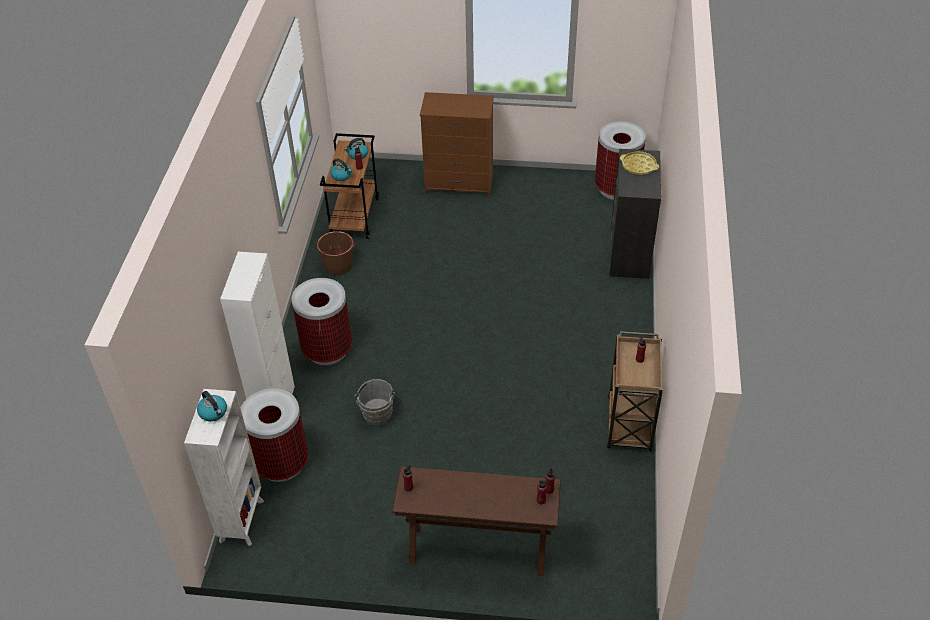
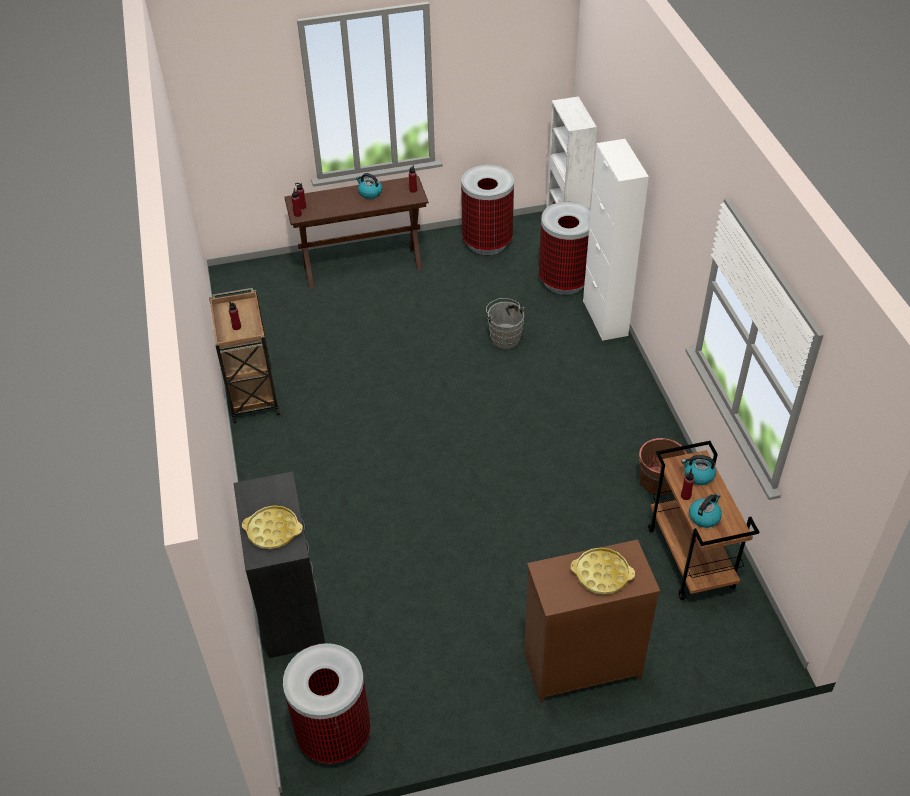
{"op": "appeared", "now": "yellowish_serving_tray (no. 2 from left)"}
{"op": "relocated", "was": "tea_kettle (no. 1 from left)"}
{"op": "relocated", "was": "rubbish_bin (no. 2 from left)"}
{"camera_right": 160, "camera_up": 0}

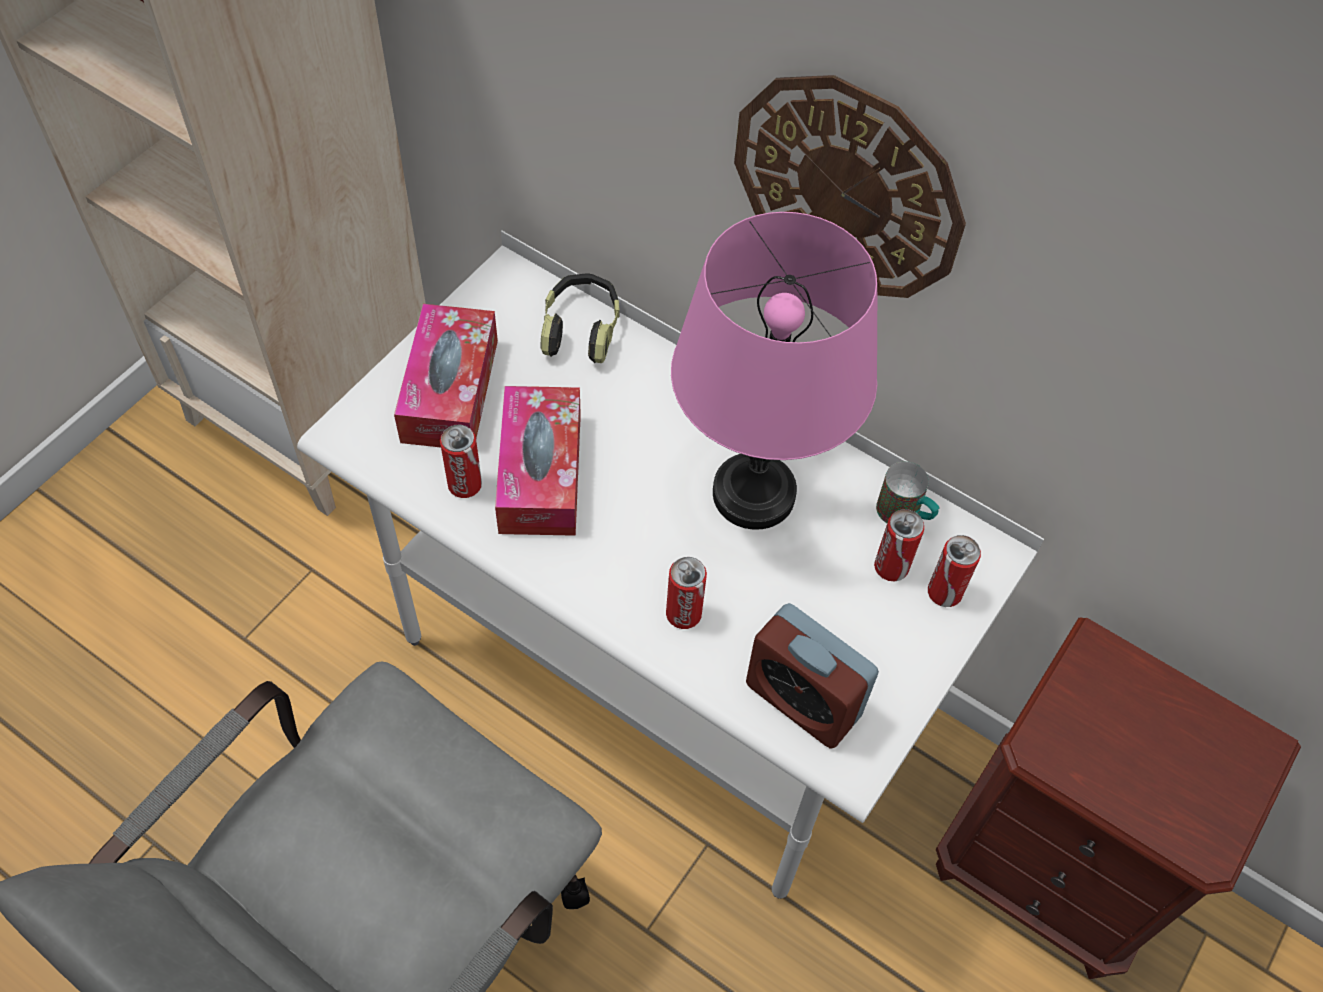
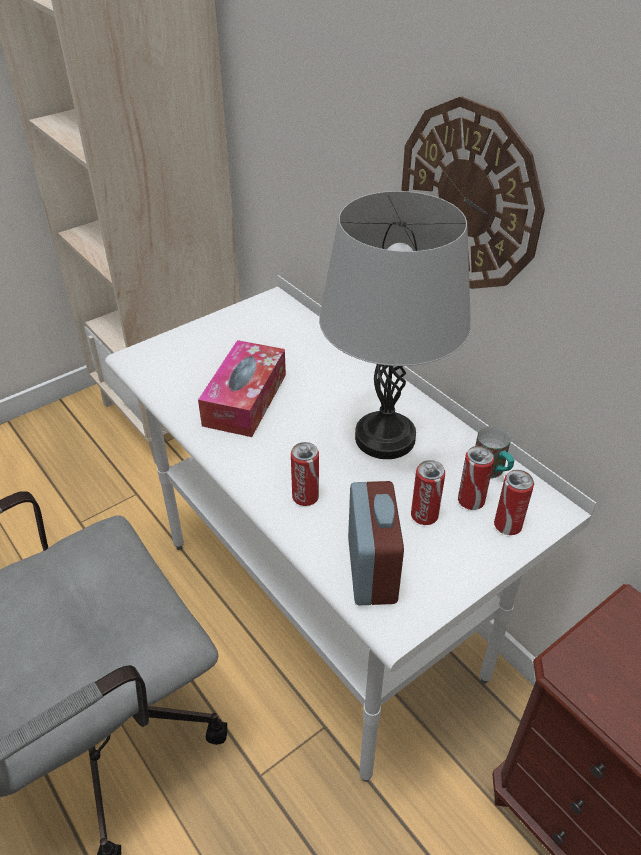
{"op": "missing", "was": "tissue_holder (no. 1 from left)"}
{"op": "missing", "was": "headset"}
{"op": "relocated", "was": "sealed_can (no. 1 from left in the first image)", "now": "sealed_can (no. 2 from left)"}
{"op": "colour", "was": "pink-coloured_lamp_for_a_table", "now": "greyish_lamp_for_a_table"}
{"op": "spun", "was": "table_clock", "clockwise": -150}
{"camera_right": 20, "camera_up": -15}

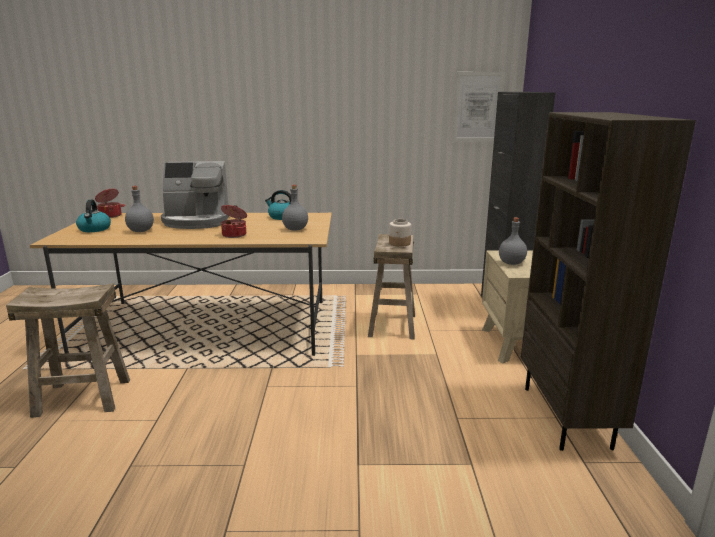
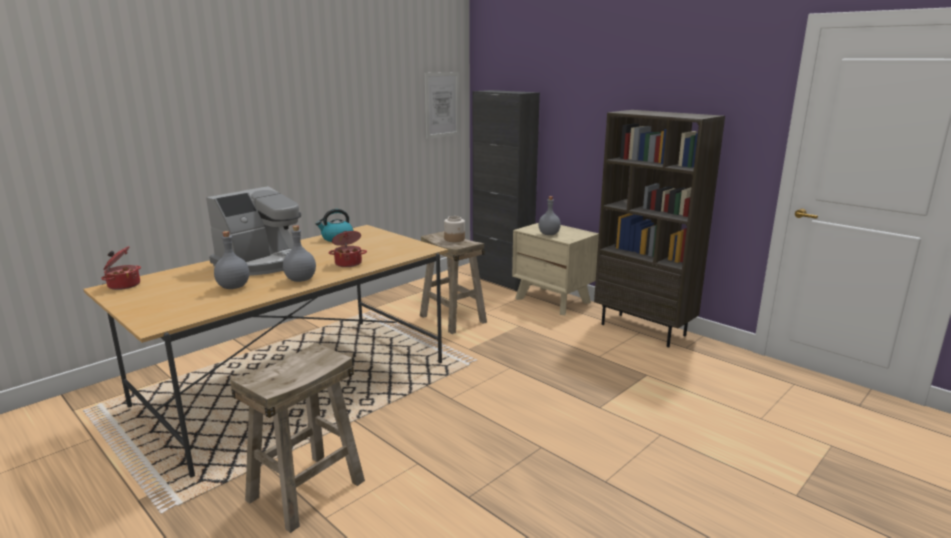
{"op": "missing", "was": "tea_kettle (no. 1 from left)"}
{"op": "relocated", "was": "greyish_drink_bottle (no. 2 from left)"}
{"camera_right": -45, "camera_up": 0}

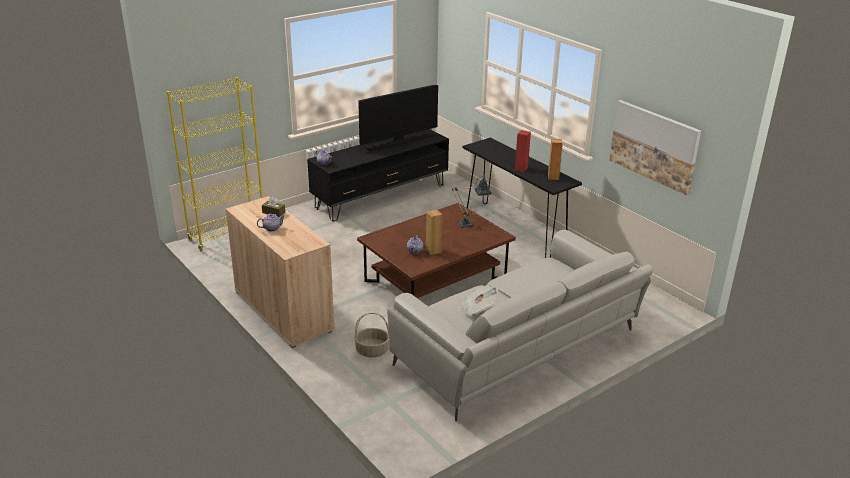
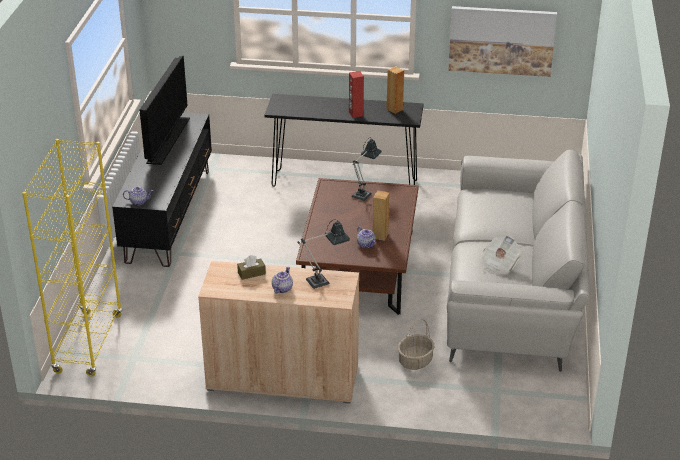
{"op": "appeared", "now": "lamp_for_a_table (no. 1 from left)"}
{"camera_right": -45, "camera_up": 5}

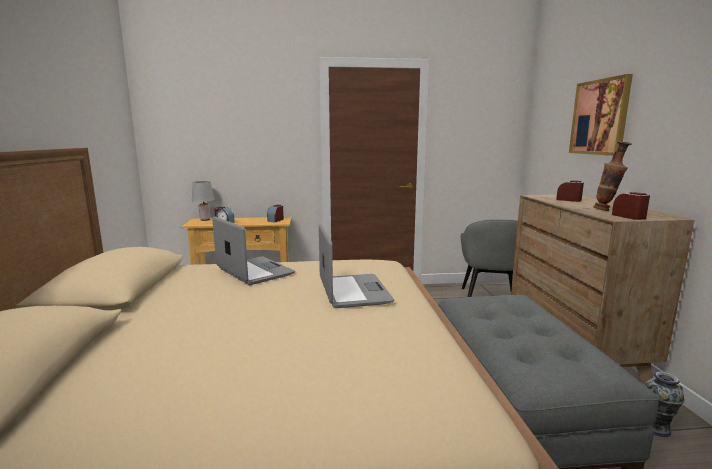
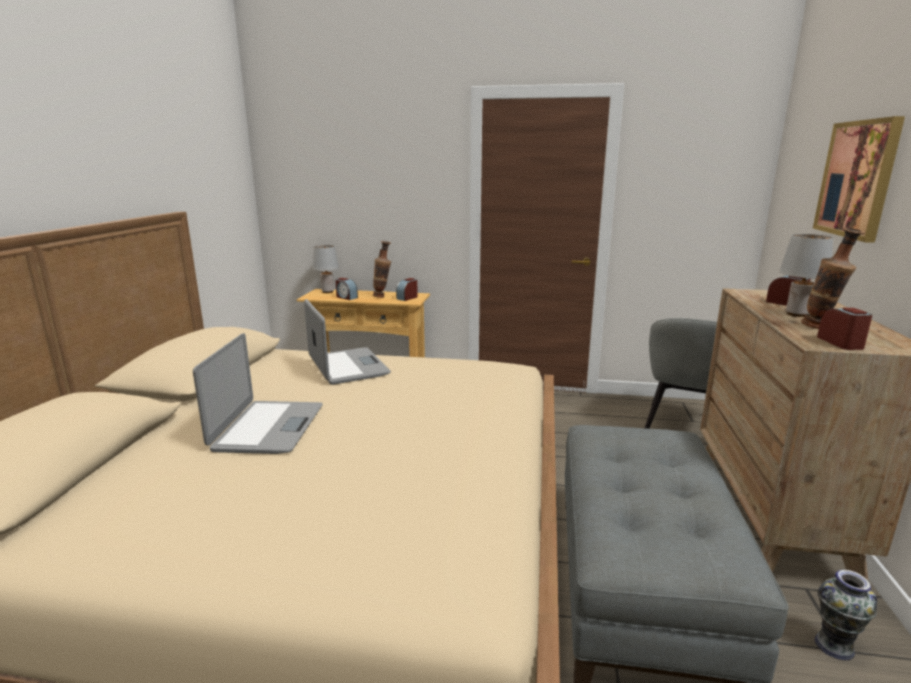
{"op": "appeared", "now": "flower_vase (no. 1 from left)"}
{"op": "appeared", "now": "greyish_lamp_for_a_table (no. 2 from left)"}
{"op": "relocated", "was": "portable_computer (no. 2 from left in the first image)", "now": "portable_computer (no. 1 from left)"}
{"camera_right": 15, "camera_up": 5}

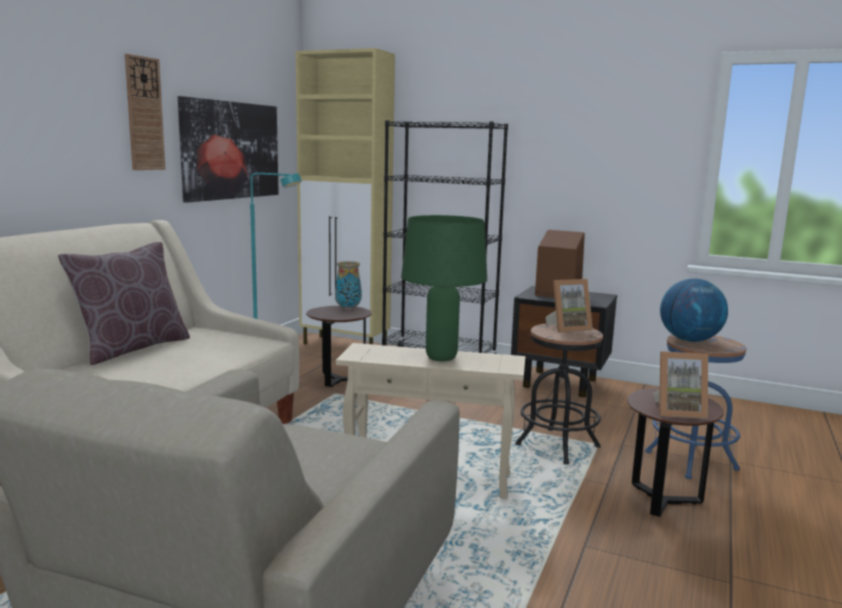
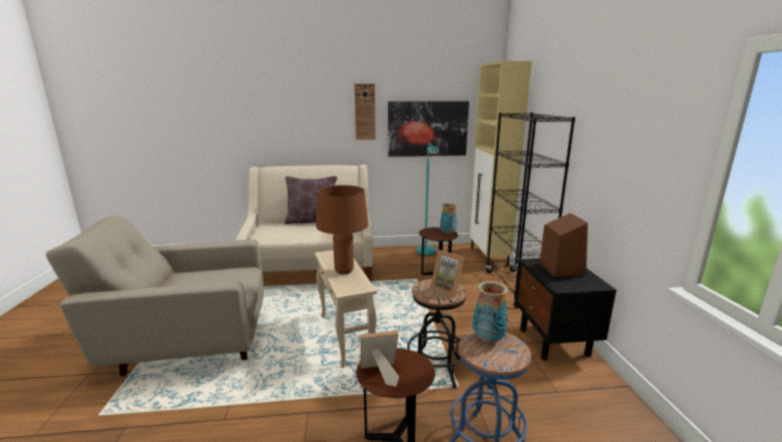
{"op": "exchanged", "was": "world_globe", "now": "flower_vase (no. 2 from left)"}
{"op": "colour", "was": "green-coloured_lamp_for_a_table", "now": "brown_lamp_for_a_table"}
{"op": "spun", "was": "standing_frame (no. 2 from left in the first image)", "clockwise": 105}
{"camera_right": 60, "camera_up": 5}

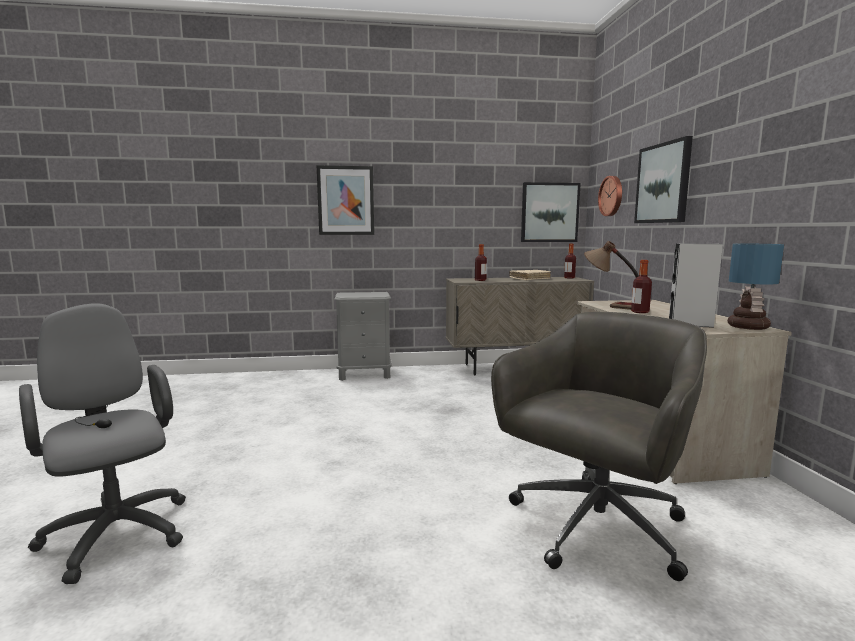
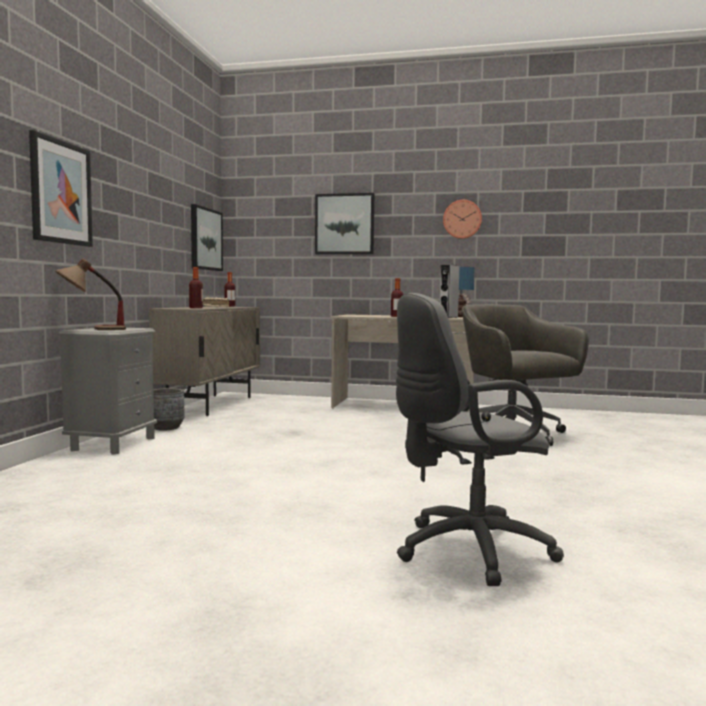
{"op": "appeared", "now": "greyish_flower_pot"}
{"op": "relocated", "was": "lamp_for_a_table (no. 1 from left)"}
{"op": "relocated", "was": "clock_on_the_wall"}
{"camera_right": -70, "camera_up": -5}

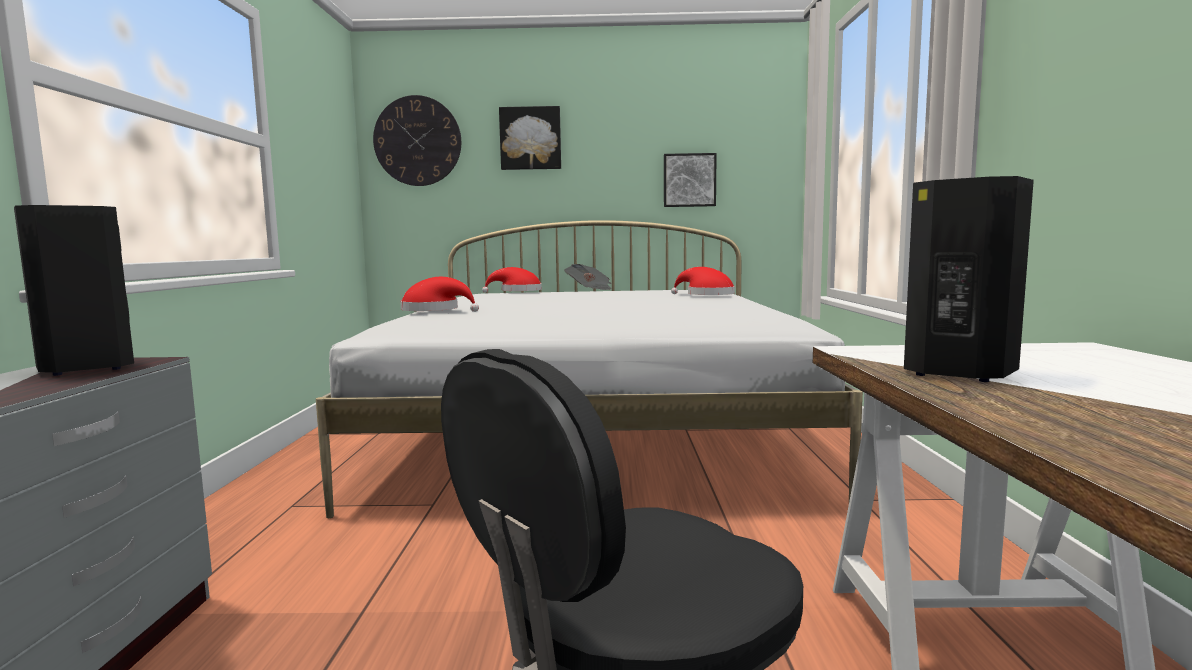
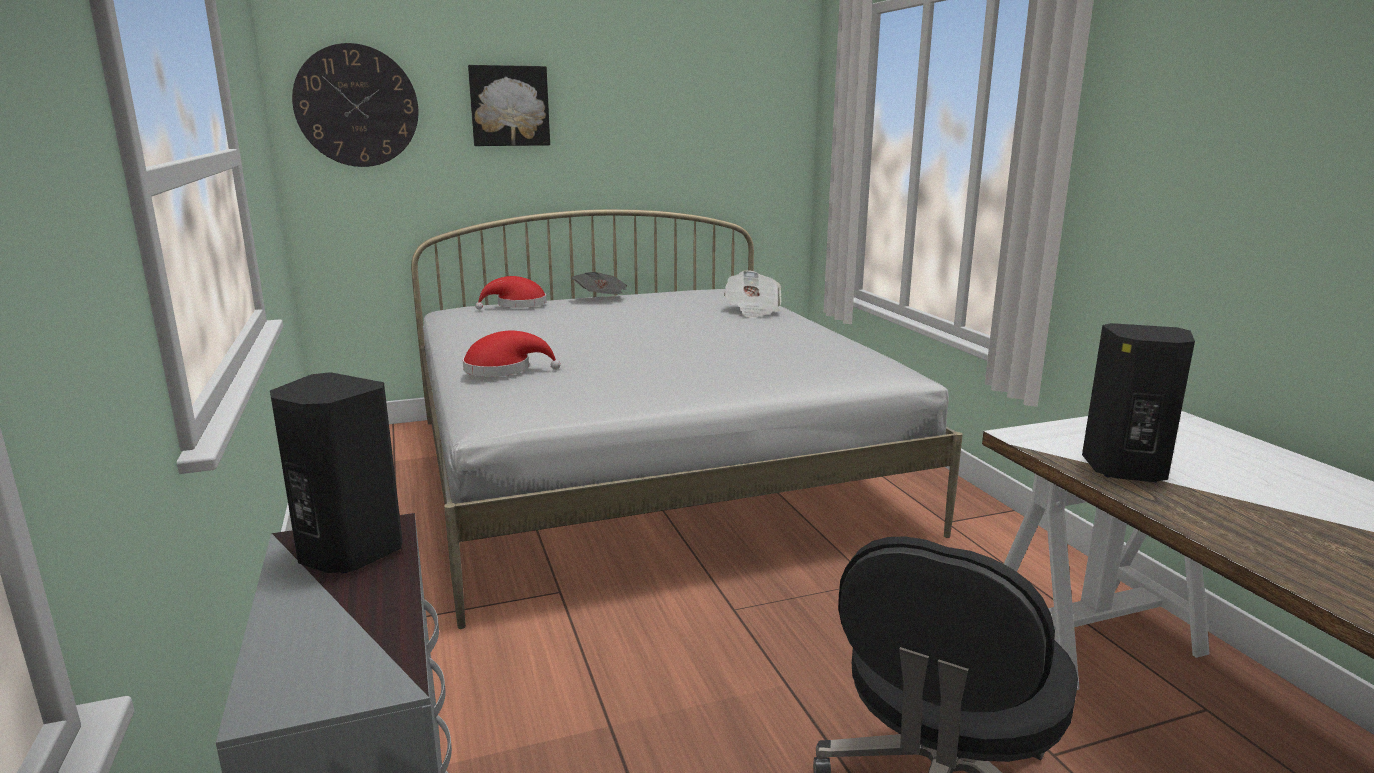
{"op": "missing", "was": "wall_picture (no. 2 from left)"}
{"op": "exchanged", "was": "red-coloured_hat (no. 3 from left)", "now": "daily_paper (no. 2 from left)"}
{"camera_right": -20, "camera_up": 10}

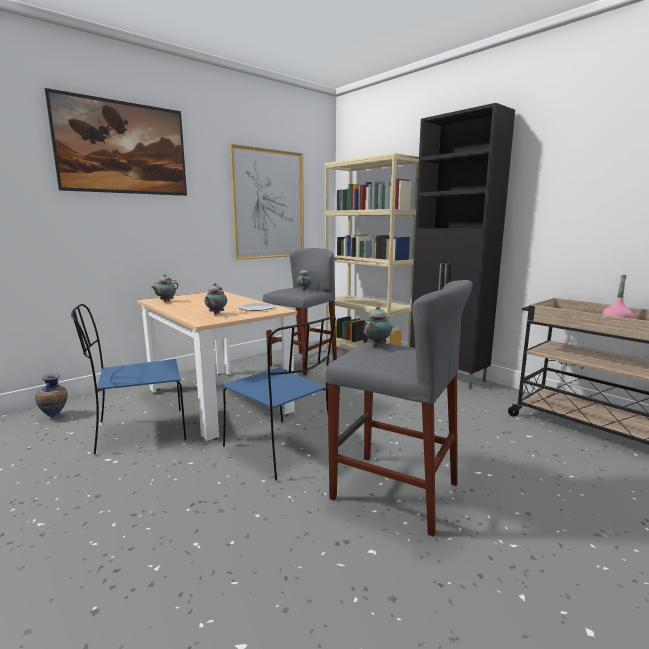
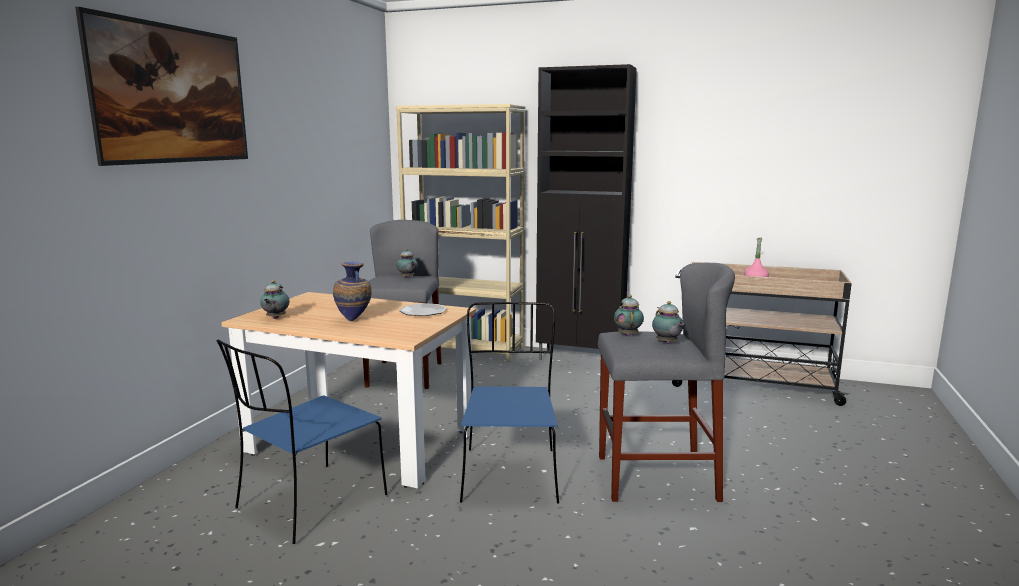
{"op": "missing", "was": "wall_picture (no. 2 from left)"}
{"op": "relocated", "was": "flower_vase"}
{"op": "relocated", "was": "tea_pot (no. 2 from left in the first image)", "now": "tea_pot (no. 4 from left)"}
{"op": "spun", "was": "blue-coloured_upright_chair (no. 2 from left)", "clockwise": -105}
{"camera_right": -30, "camera_up": 0}

